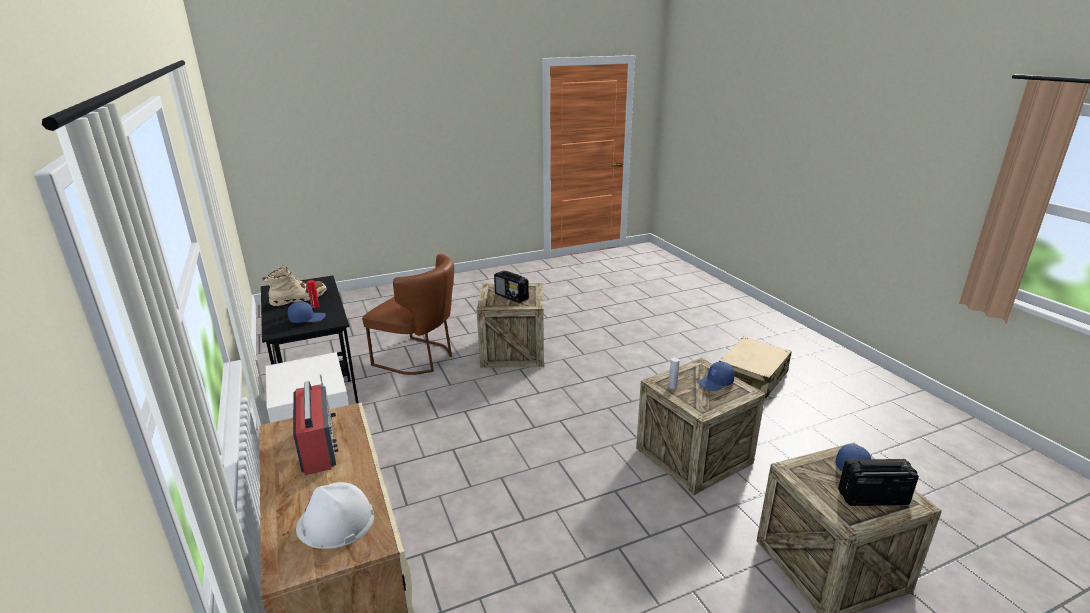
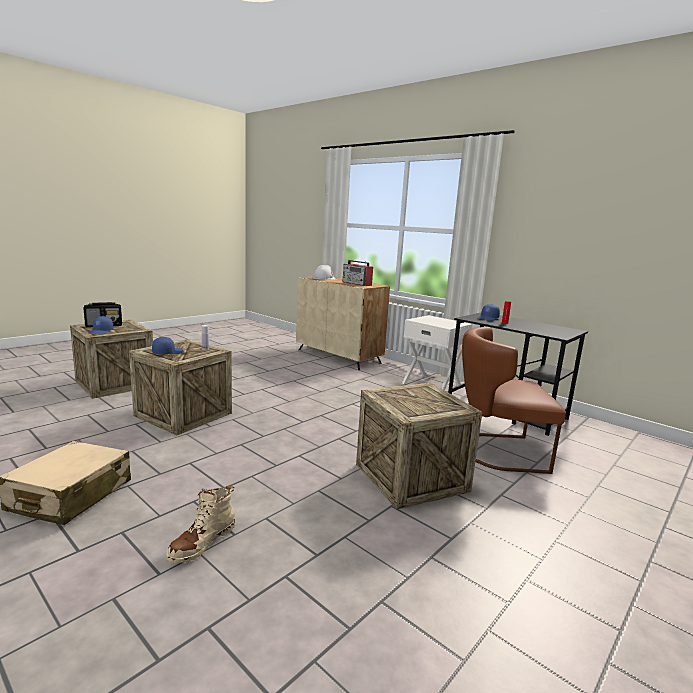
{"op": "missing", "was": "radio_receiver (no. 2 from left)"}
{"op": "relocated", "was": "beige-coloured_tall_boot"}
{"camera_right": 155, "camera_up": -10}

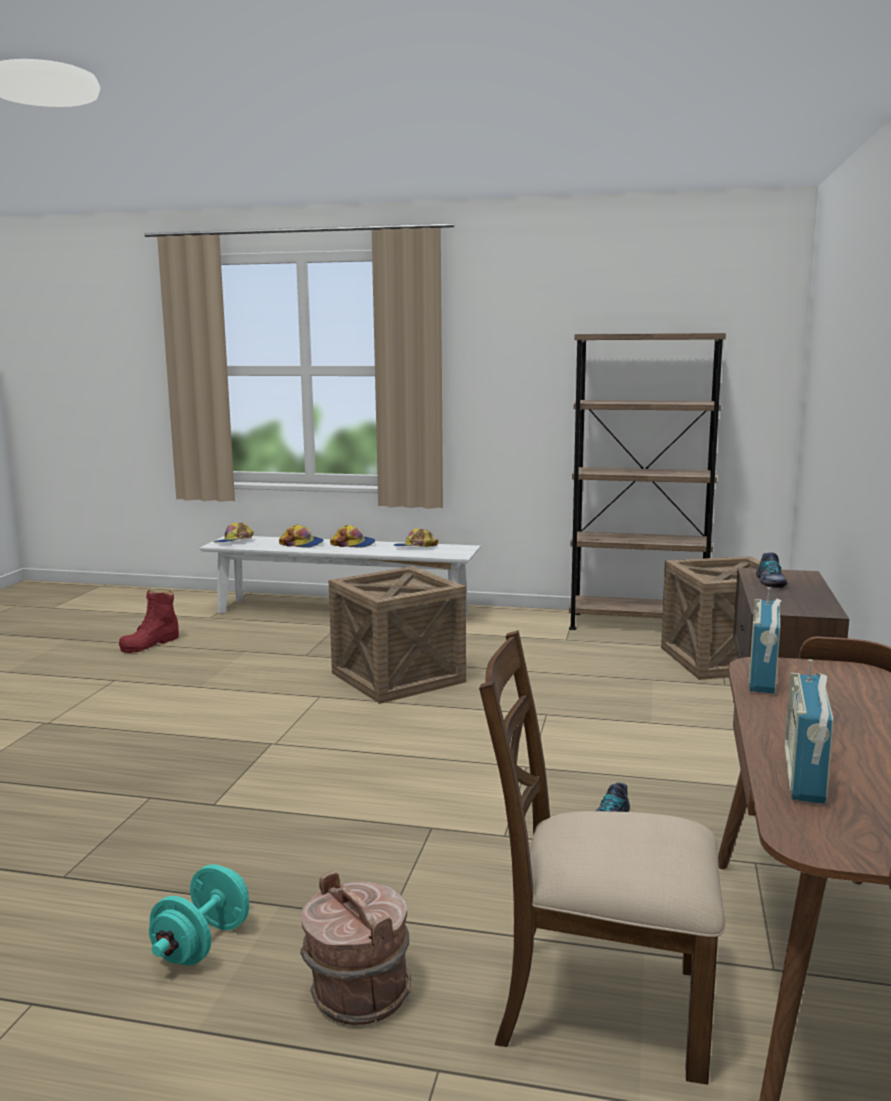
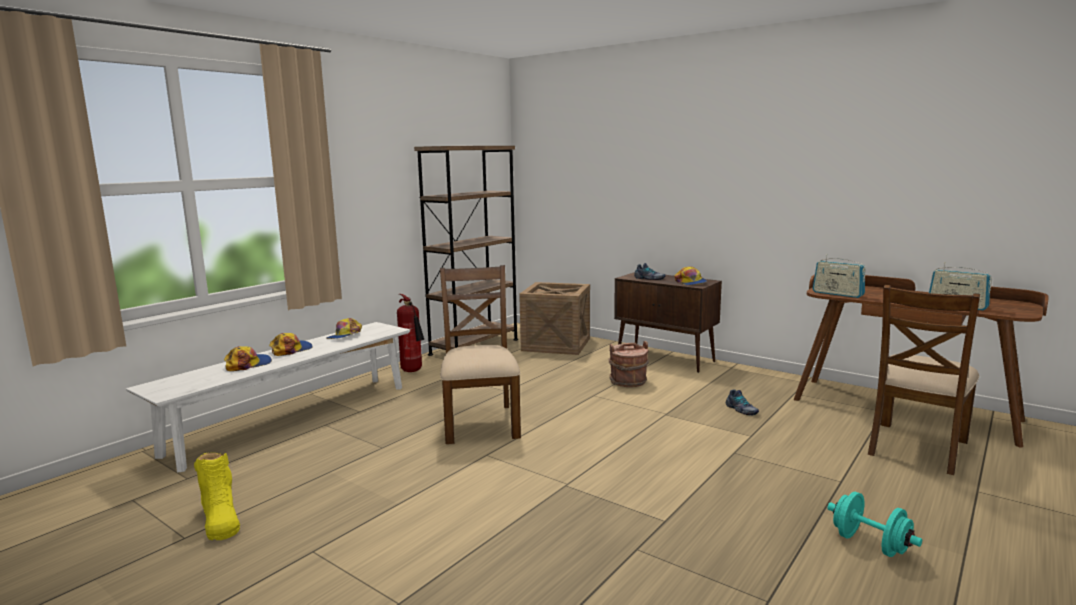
{"op": "appeared", "now": "fire-fighting_cylinder"}
{"op": "relocated", "was": "peaked_cap (no. 1 from left in the first image)", "now": "peaked_cap (no. 4 from left)"}
{"op": "relocated", "was": "brown_water_bucket"}
{"op": "exchanged", "was": "crate (no. 1 from left)", "now": "brown_upright_chair (no. 1 from left)"}
{"op": "colour", "was": "red-coloured_tall_boot", "now": "yellowish_tall_boot"}
{"camera_right": -65, "camera_up": 0}

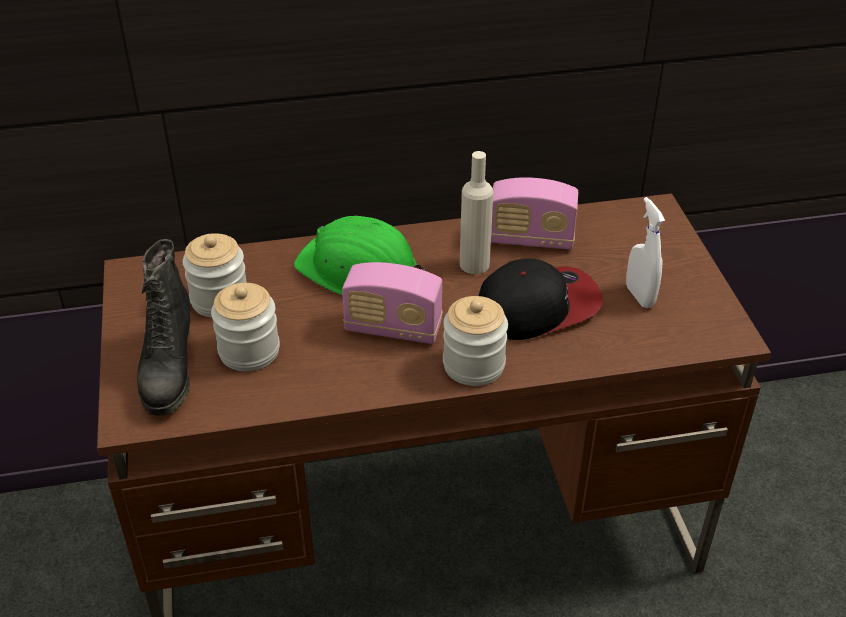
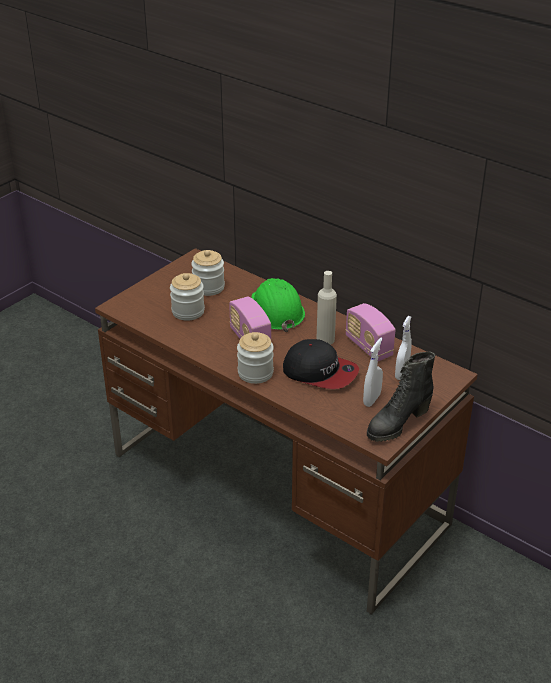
{"op": "appeared", "now": "white-coloured_hand_sprayer (no. 2 from left)"}
{"op": "relocated", "was": "blackish_tall_boot"}
{"camera_right": 50, "camera_up": -5}

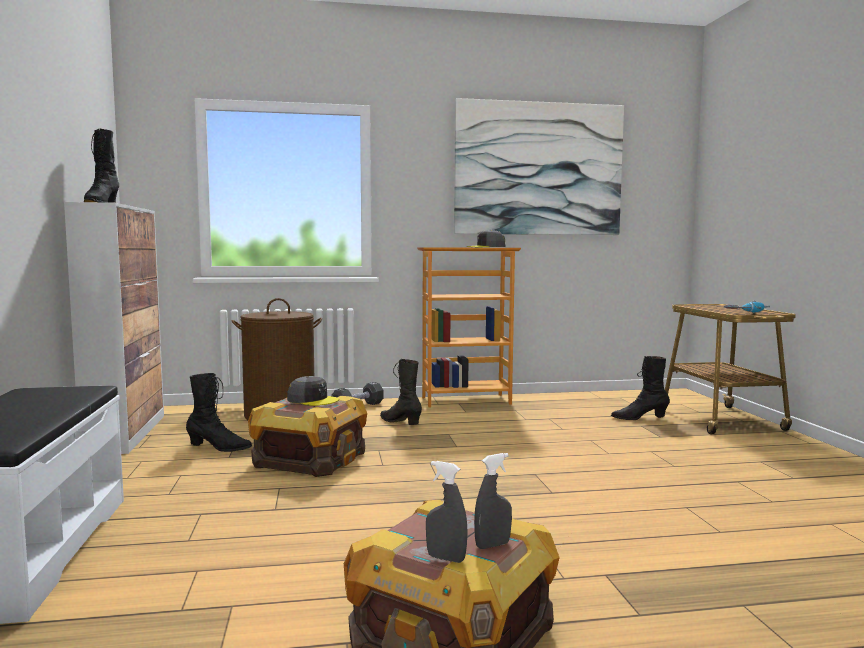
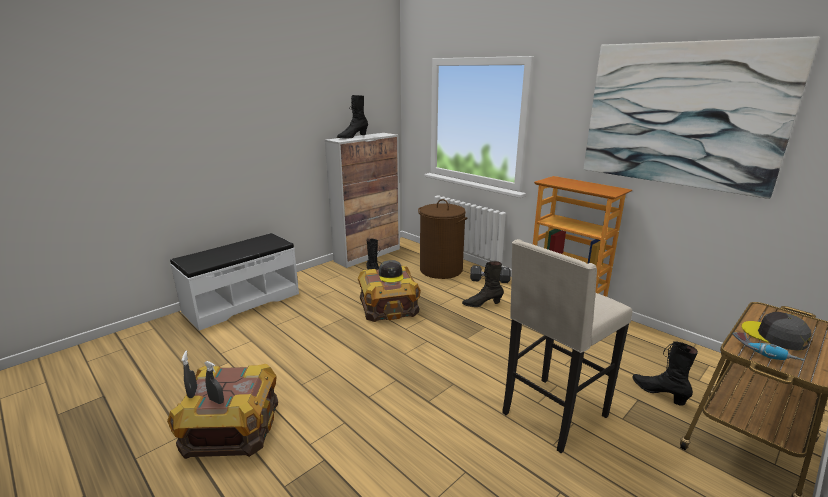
{"op": "appeared", "now": "beige-coloured_stool"}
{"op": "relocated", "was": "greyish_peaked_cap (no. 2 from left)"}
{"op": "spun", "was": "blackish_tall_boot (no. 3 from left)", "clockwise": -105}
{"camera_right": 55, "camera_up": 15}

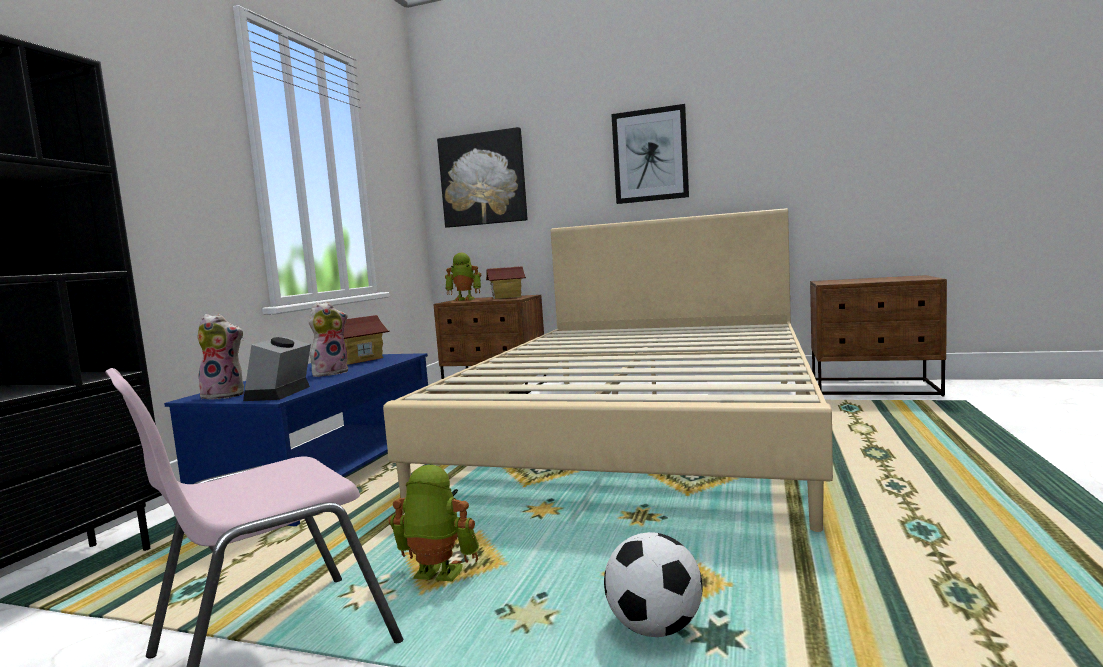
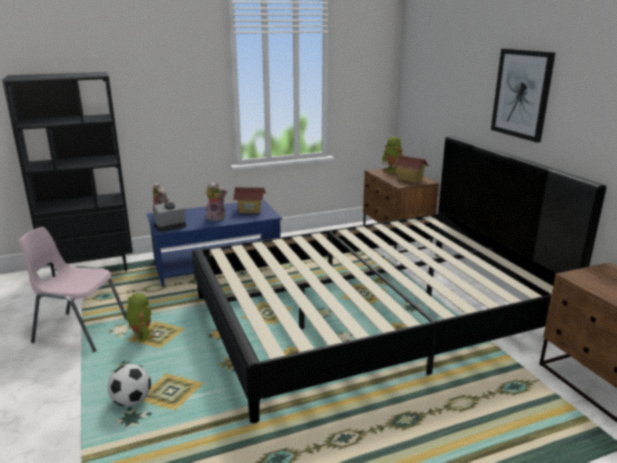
{"op": "missing", "was": "wall_picture (no. 1 from left)"}
{"op": "colour", "was": "beige-coloured_sleeping_bed", "now": "blackish_sleeping_bed"}
{"camera_right": 50, "camera_up": 15}

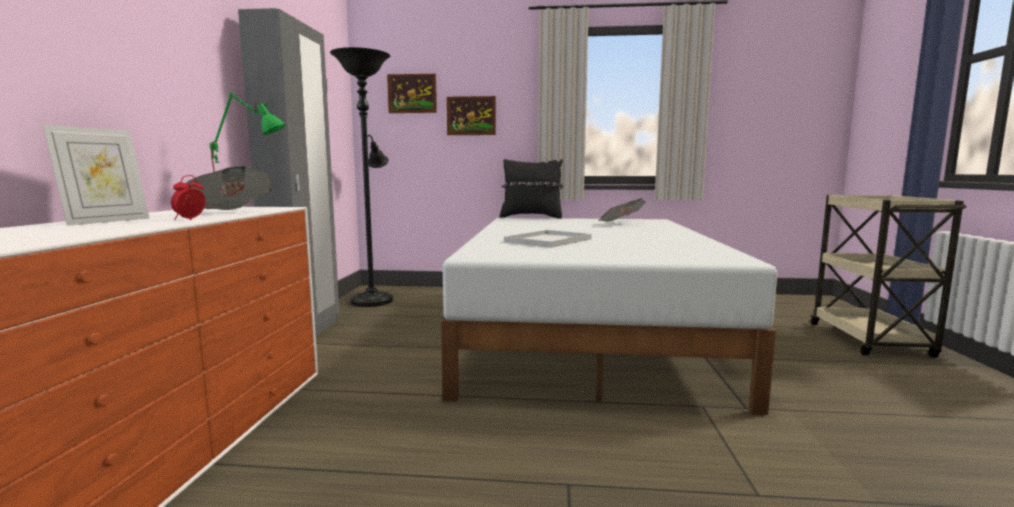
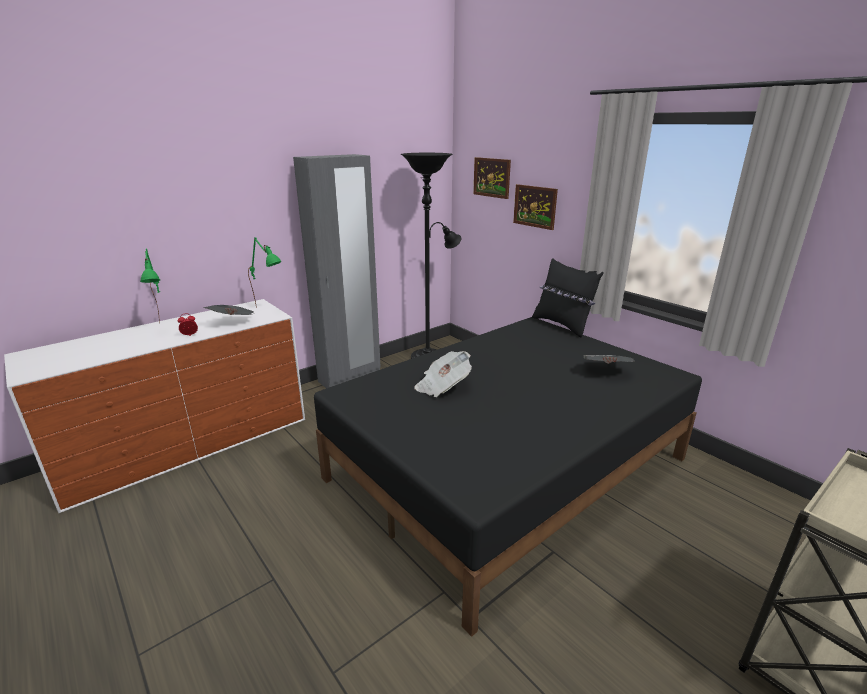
{"op": "exchanged", "was": "standing_frame", "now": "green-coloured_lamp_for_a_table (no. 1 from left)"}
{"op": "exchanged", "was": "white-coloured_serving_tray", "now": "daily_paper (no. 2 from left)"}
{"op": "colour", "was": "white-coloured_sleeping_bed", "now": "blackish_sleeping_bed"}
{"camera_right": 45, "camera_up": 15}

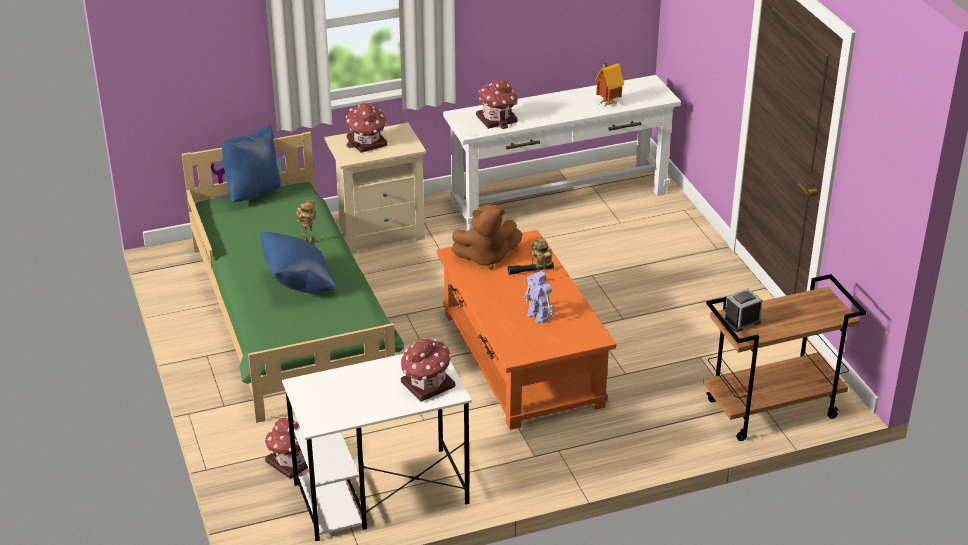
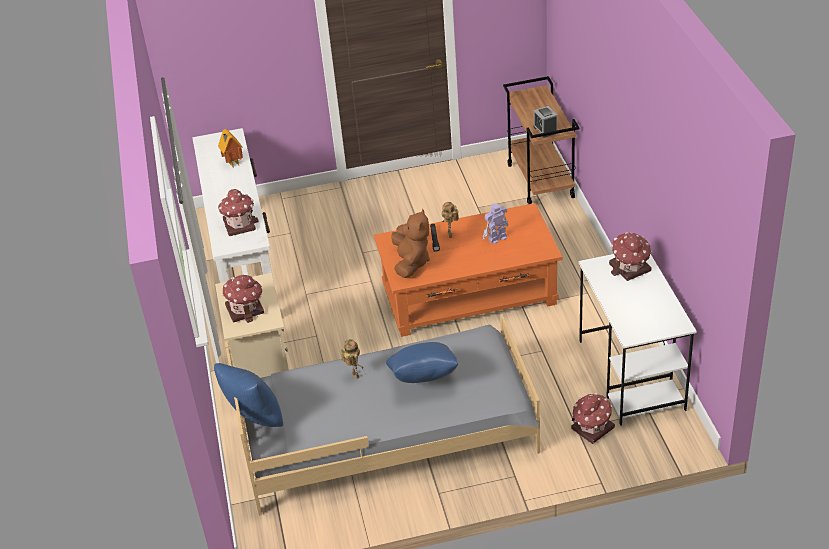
{"op": "colour", "was": "green-coloured_sleeping_bed", "now": "greyish_sleeping_bed"}
{"camera_right": -80, "camera_up": 5}

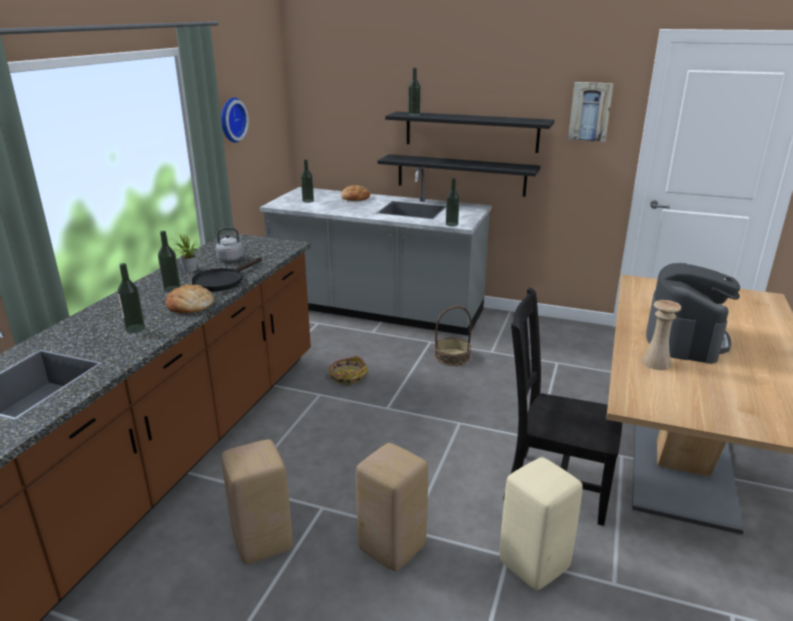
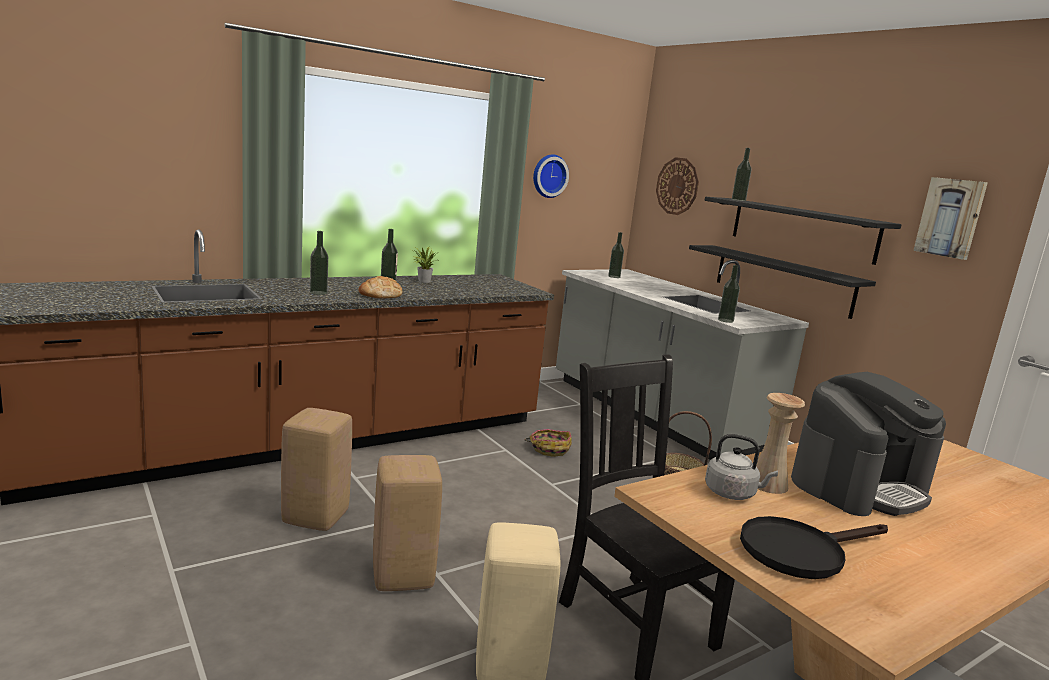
{"op": "missing", "was": "baked_bread (no. 2 from left)"}
{"op": "appeared", "now": "clock_on_the_wall (no. 2 from left)"}
{"op": "relocated", "was": "blackish_frying_pan"}
{"op": "relocated", "was": "greyish_tea_kettle"}
{"camera_right": 35, "camera_up": -10}

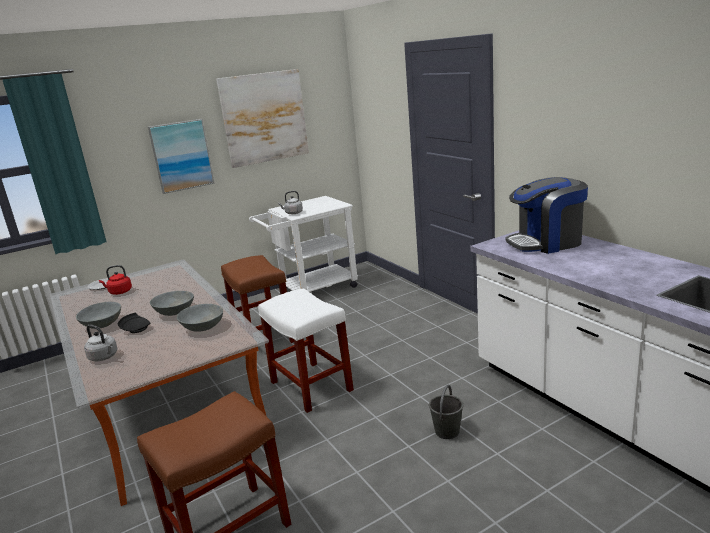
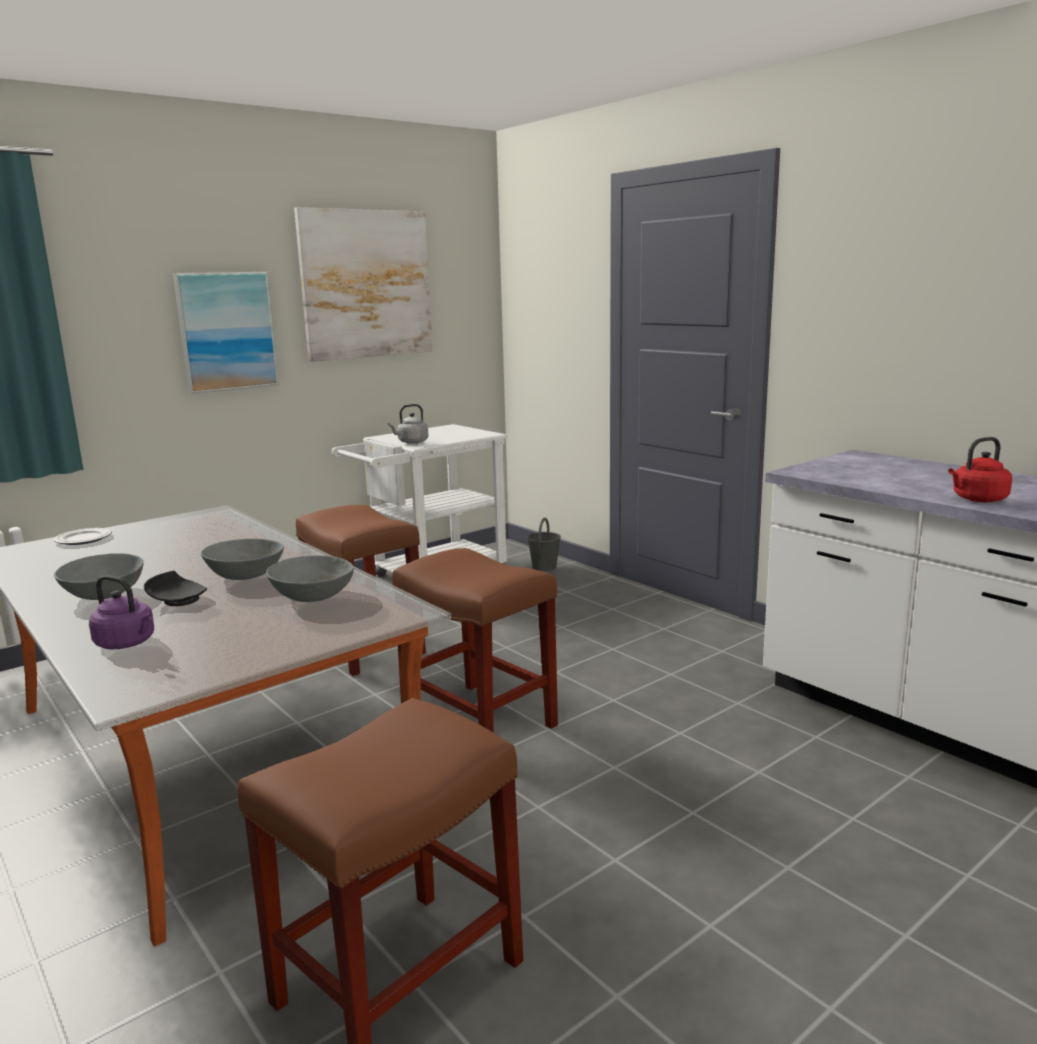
{"op": "missing", "was": "coffee_machine"}
{"op": "relocated", "was": "red-coloured_tea_kettle"}
{"op": "relocated", "was": "greyish_water_bucket"}
{"op": "colour", "was": "greyish_tea_kettle (no. 1 from left)", "now": "purplish_tea_kettle"}
{"op": "colour", "was": "white-coloured_stool", "now": "brown_stool (no. 3 from left)"}
{"camera_right": -10, "camera_up": -5}

